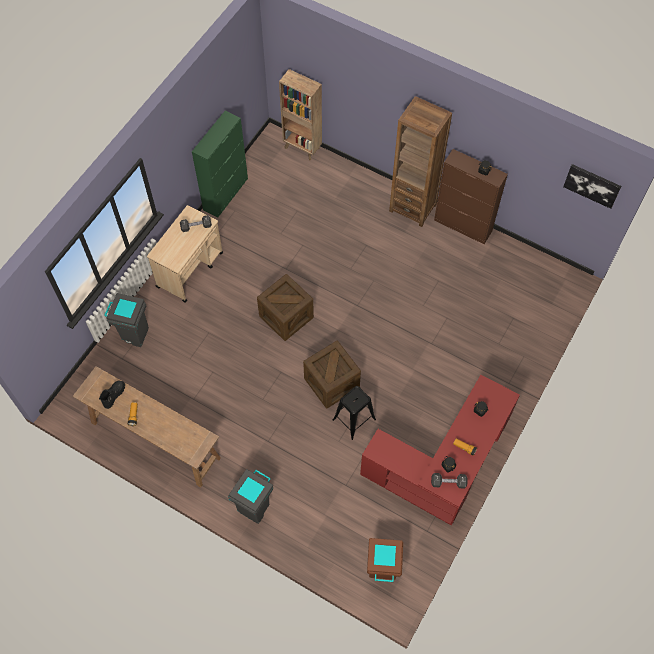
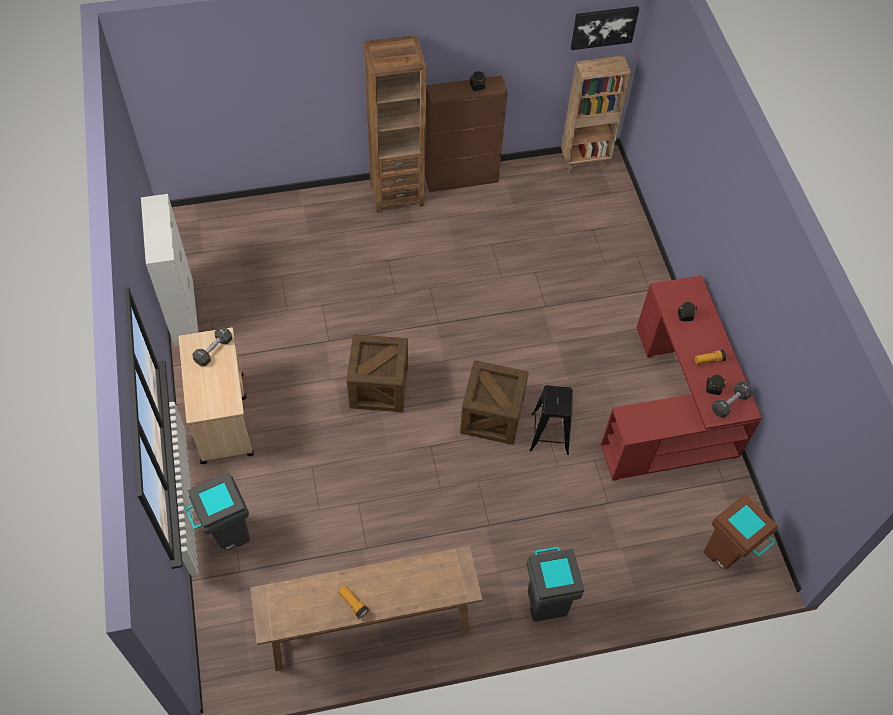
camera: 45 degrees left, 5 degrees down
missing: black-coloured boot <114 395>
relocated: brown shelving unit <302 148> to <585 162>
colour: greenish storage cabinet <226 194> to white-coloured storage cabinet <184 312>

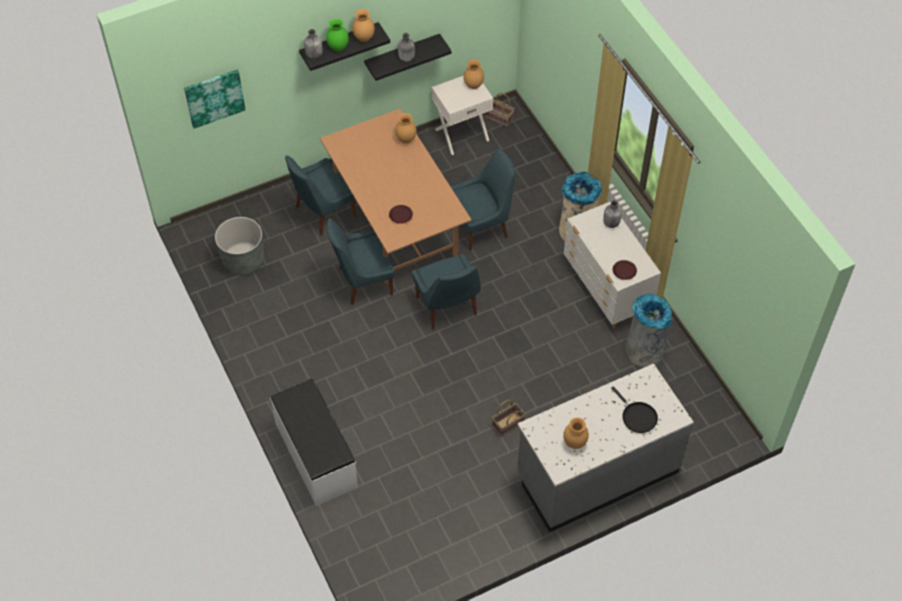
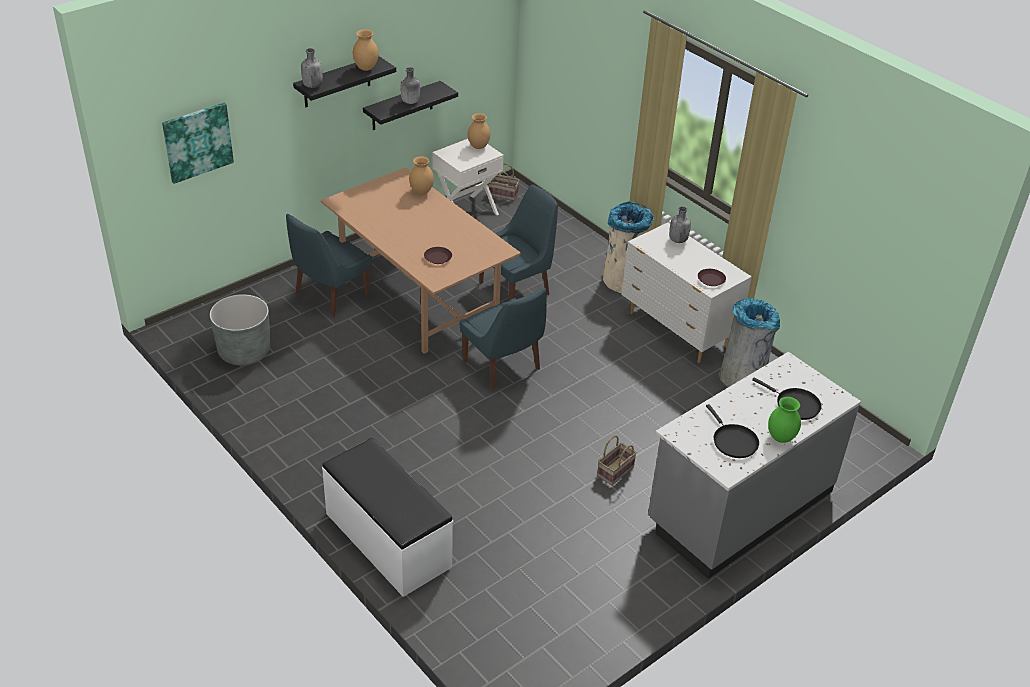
camera: 15 degrees left, 15 degrees down
missing: blue upright chair <363 282>
relocated: greenish flower vase <338 47> to <780 437>
exchanged: brown flower vase <574 443> to black-coloured frying pan <733 441>

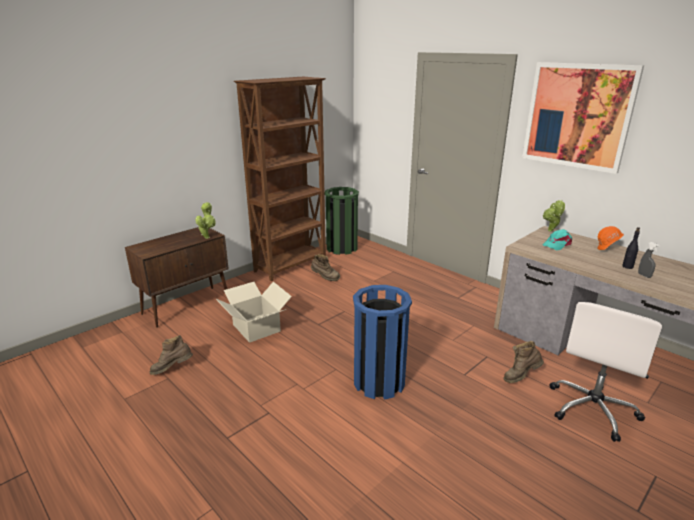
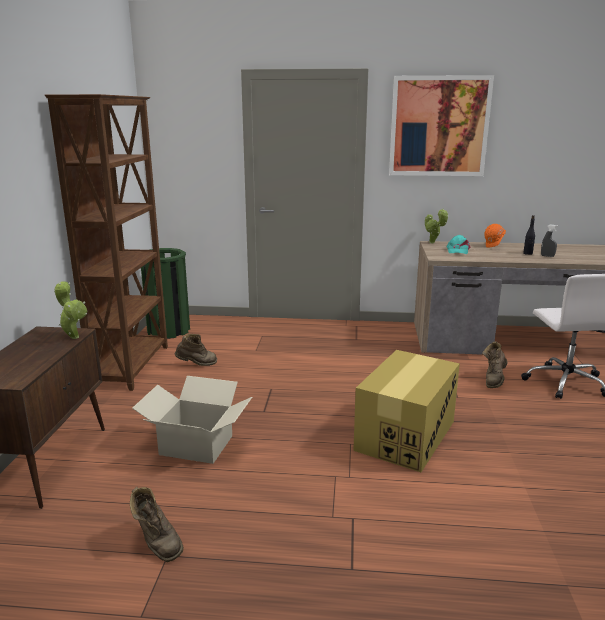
camera: 40 degrees left, 5 degrees down
exchanged: blue trash can <379 382> to carton <405 435>
spun: brown boot <172 369> = <157 542> 75 degrees counterclockwise

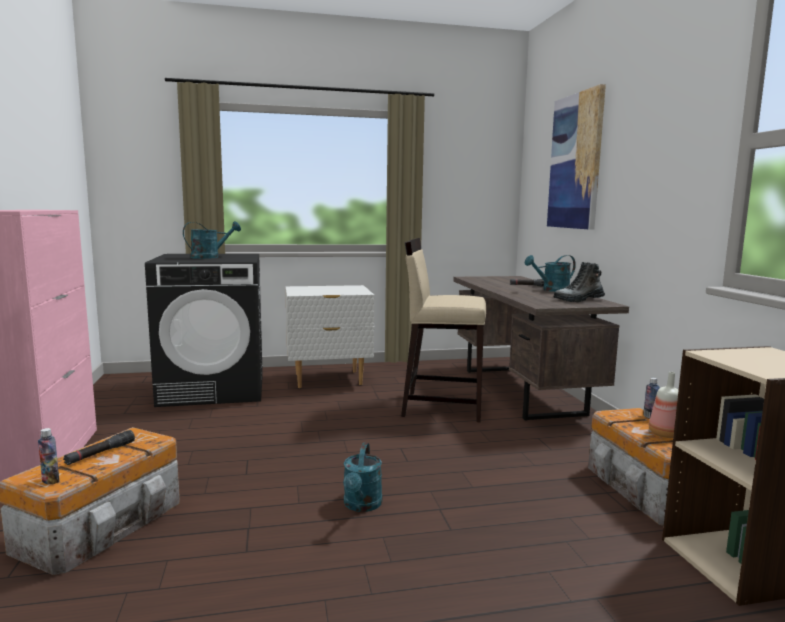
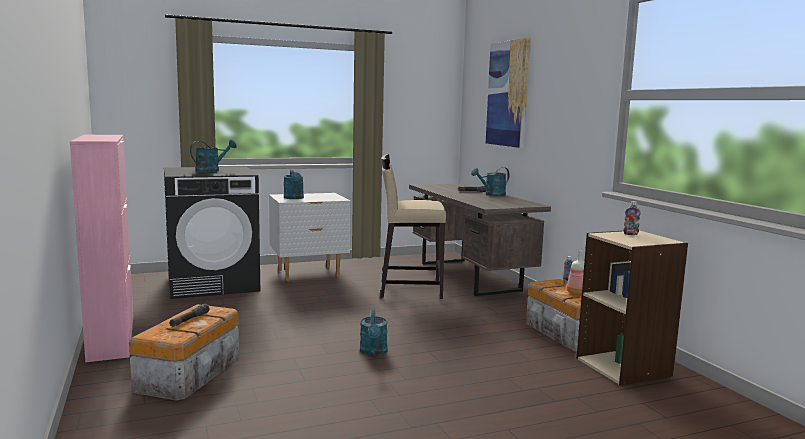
camera: 10 degrees left, 0 degrees up
missing: boot <578 300>
appeared: turquoise watering pot <294 198>
relocated: drink bottle <50 481> to <630 234>

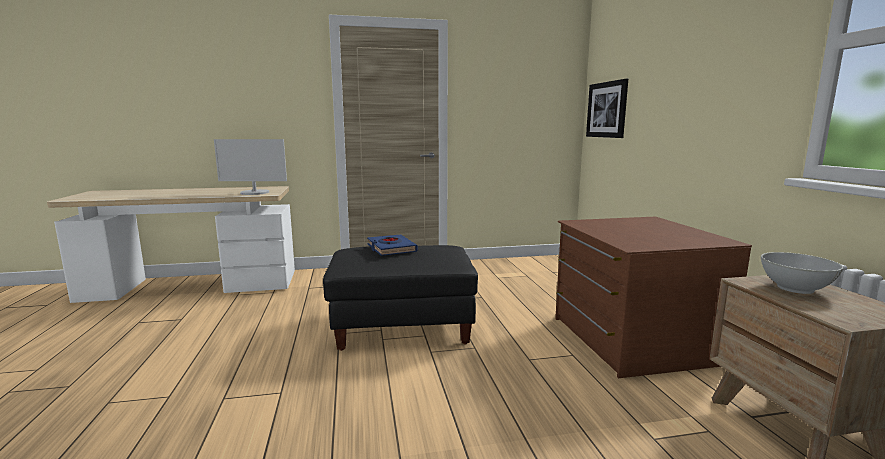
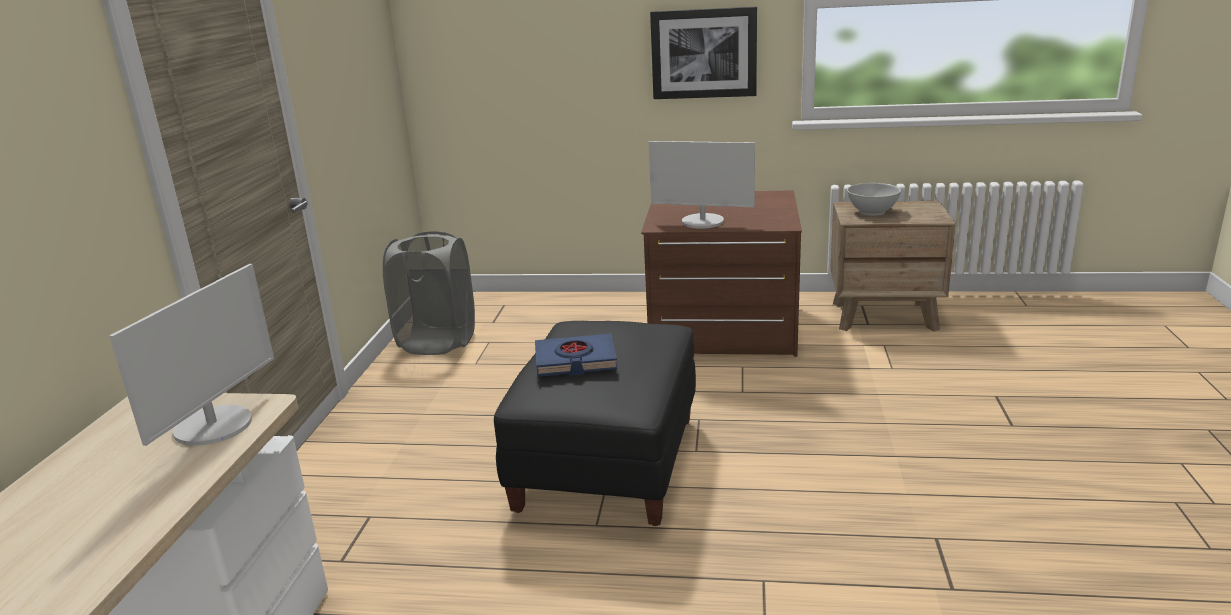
camera: 70 degrees left, 10 degrees up
appeared: gray hamper <437 342>; computer display <703 222>
relocated: picture <607 110> to <704 53>

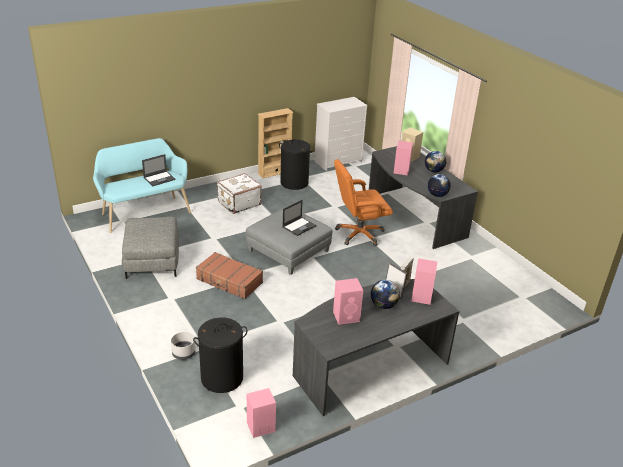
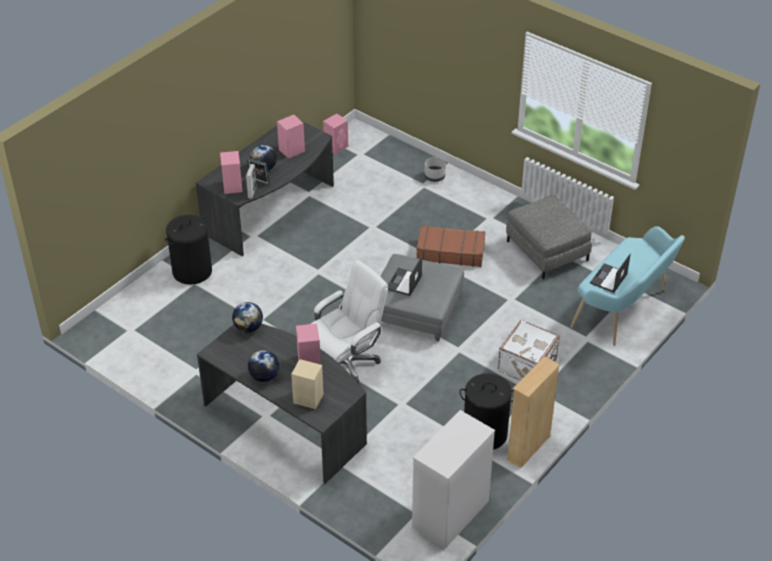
camera: 160 degrees right, 10 degrees up
relocated: black-coloured hamper <222 378> to <192 271>
colour: orange office chair <359 234> to white-coloured office chair <346 363>

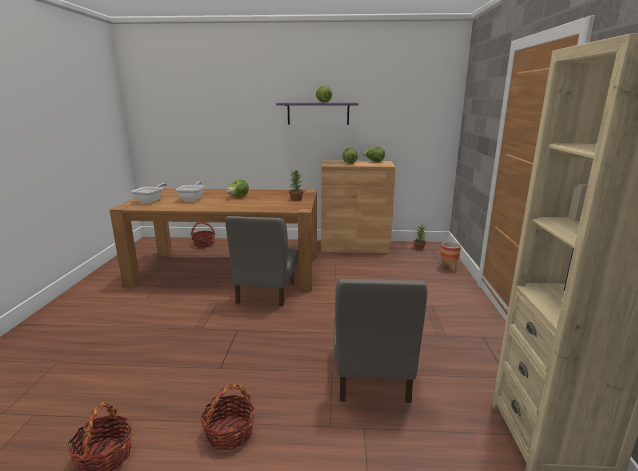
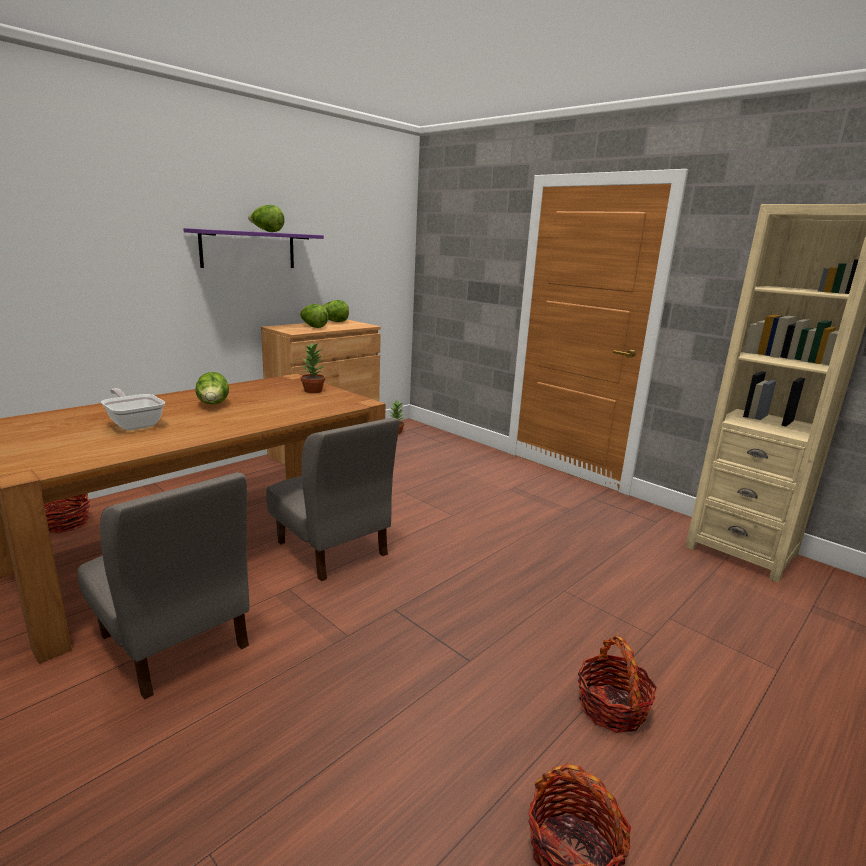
camera: 50 degrees left, 0 degrees up
missing: frying pan <151 200>; planter <448 268>
relocated: gray upright chair <372 376> to <174 641>

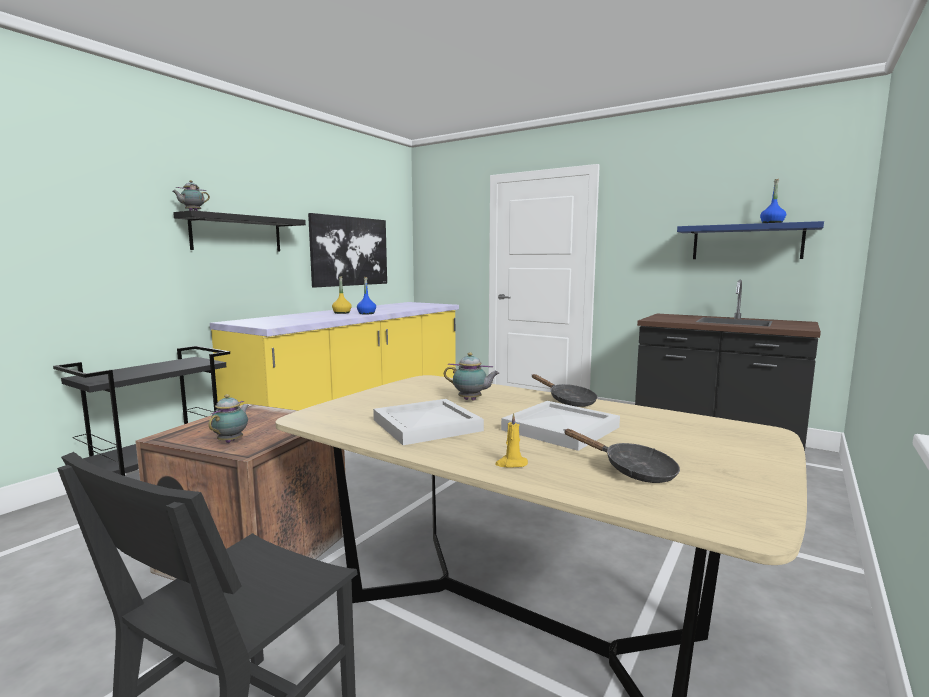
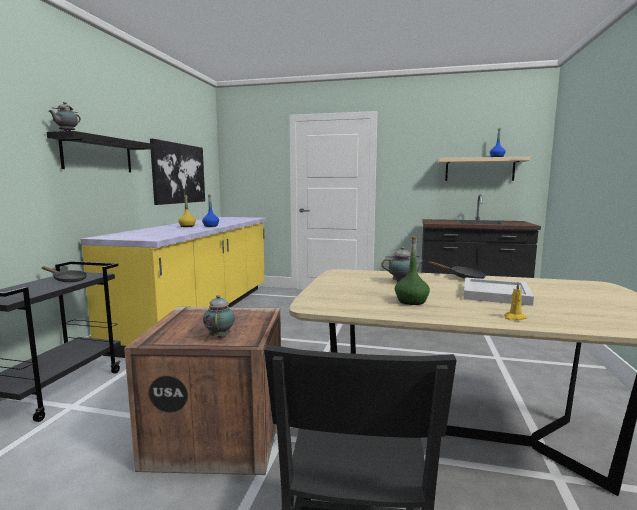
camera: 20 degrees left, 0 degrees up
relocated: black-coloured frying pan <632 470> to <67 280>
exchanged: white-coloured serving tray <428 425> to greenish drink bottle <411 301>
colour: blue wall shelf <746 242> to sand-coloured wall shelf <479 169>

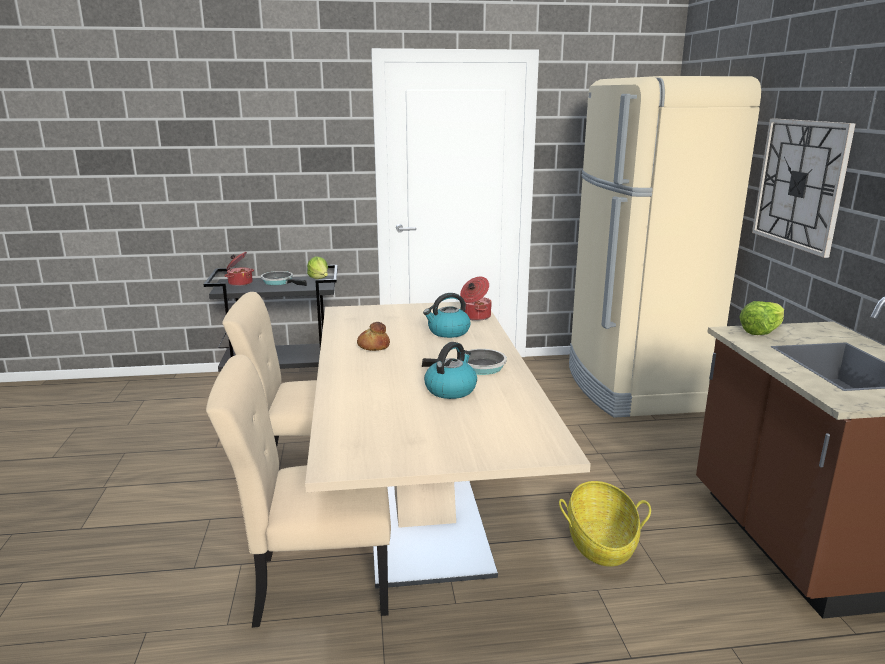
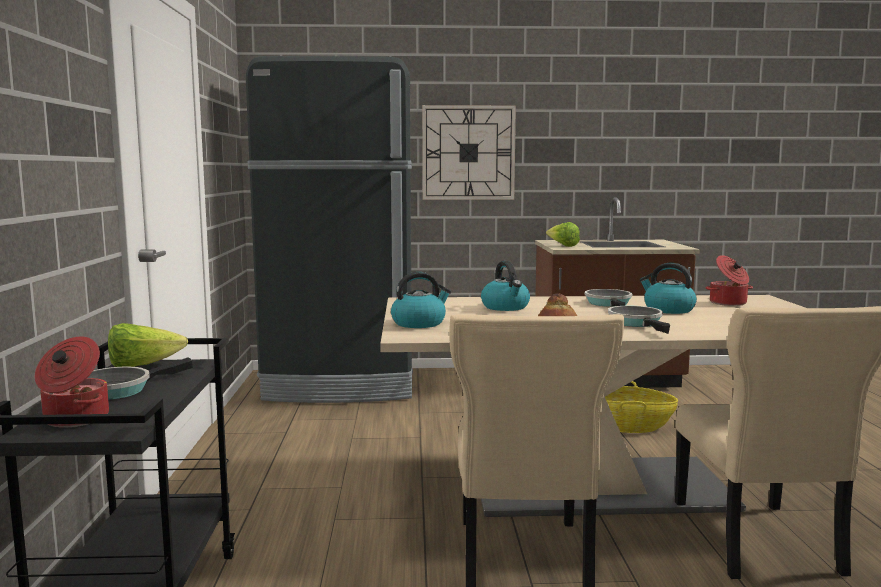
camera: 85 degrees left, 10 degrees down
appeared: tea kettle <419 323>; frying pan <637 323>
relocated: stockpot <475 316> to <728 303>
colour: sand-coloured kitchen fridge <633 387> to black-coloured kitchen fridge <342 385>

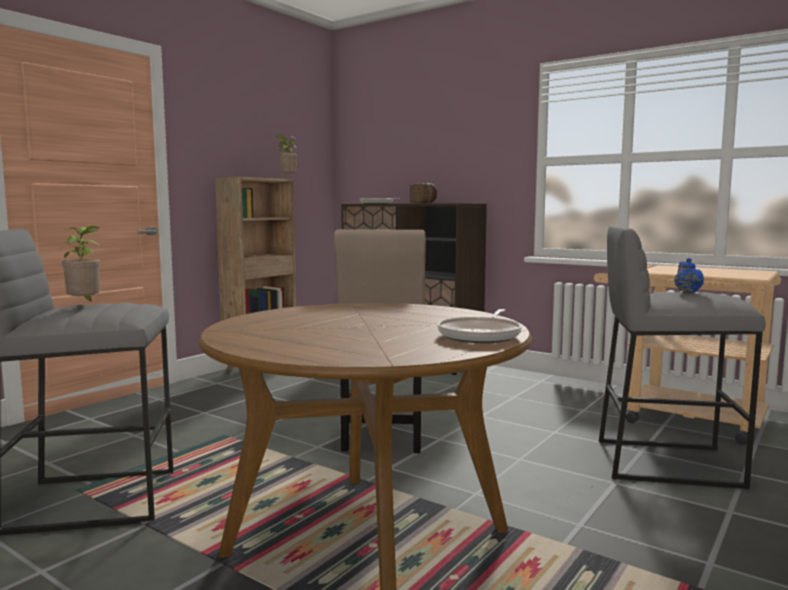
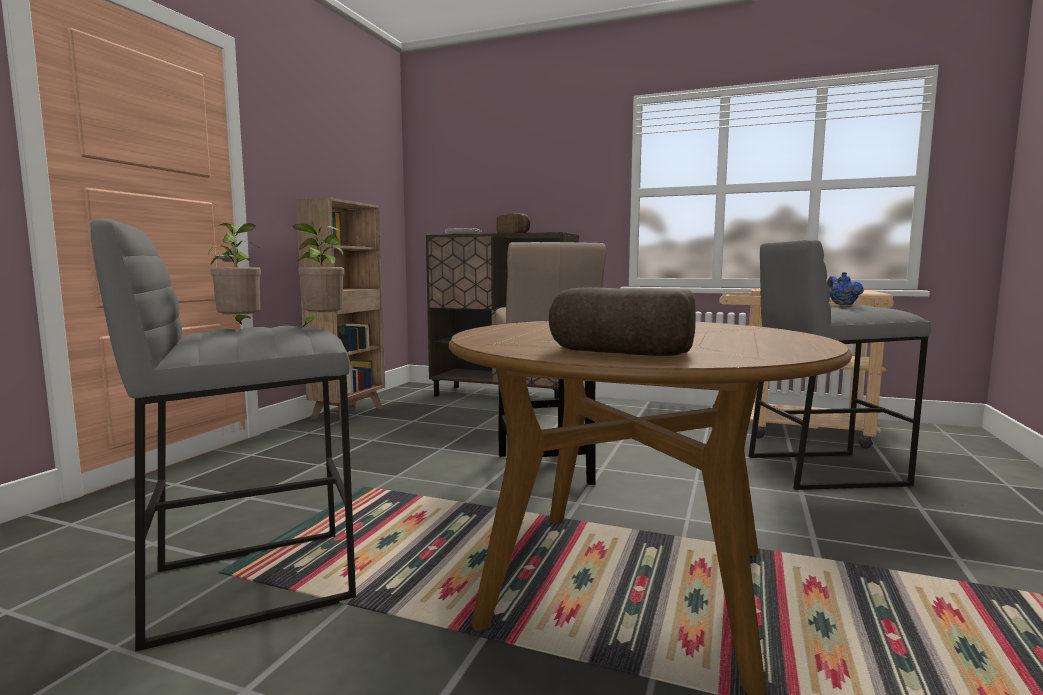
camera: 15 degrees left, 0 degrees up
missing: frying pan <481 336>
appeared: baked bread <618 353>
relocated: plant in a pot <287 178> to <321 326>

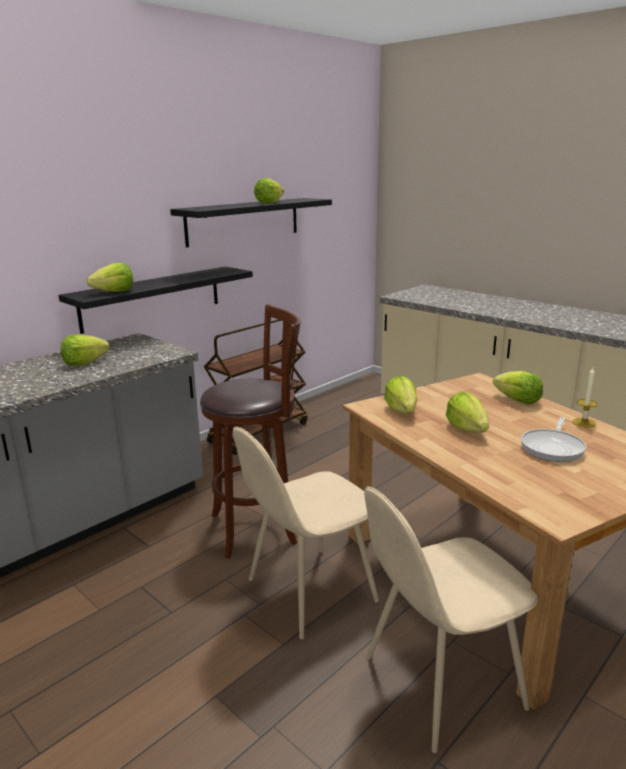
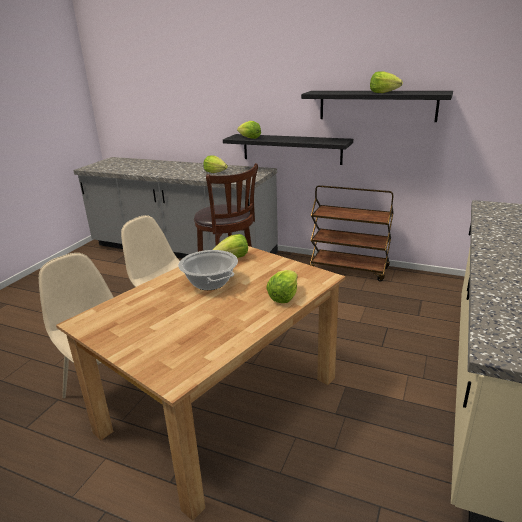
camera: 70 degrees right, 5 degrees up
missing: frying pan <553 447>; wax candle <584 423>
exchanged: head of lettuce <467 429> to stockpot <210 283>

